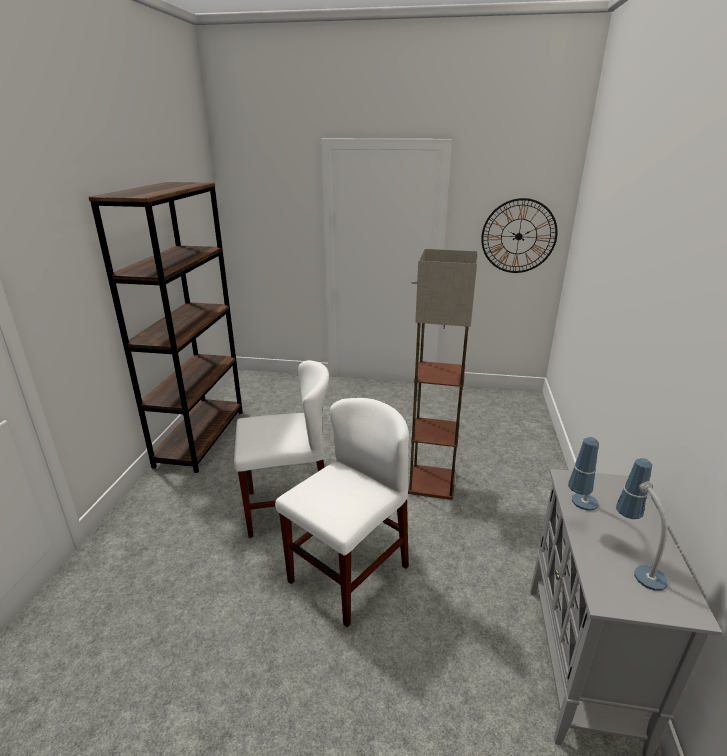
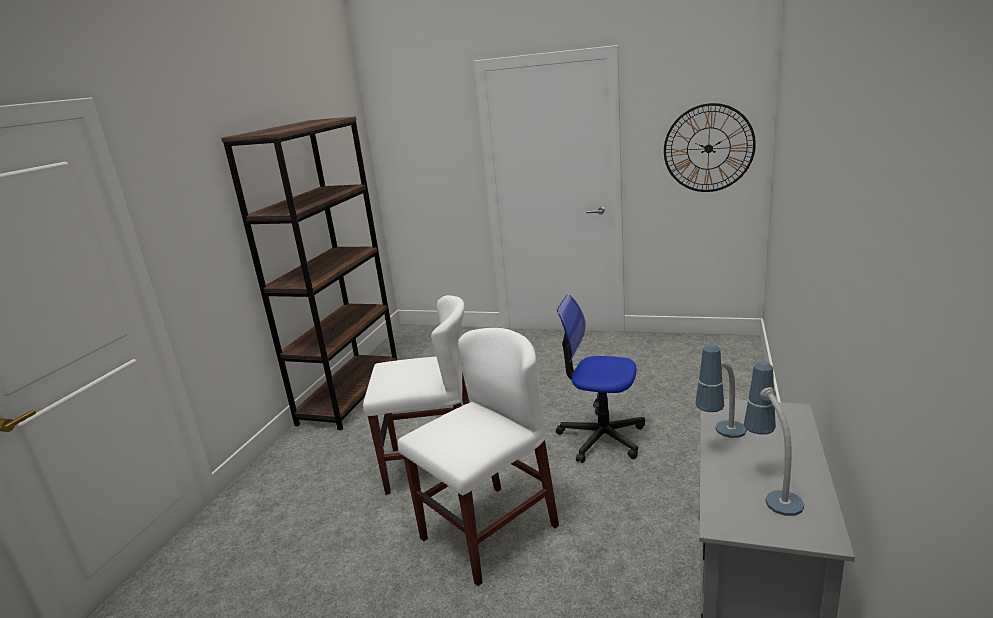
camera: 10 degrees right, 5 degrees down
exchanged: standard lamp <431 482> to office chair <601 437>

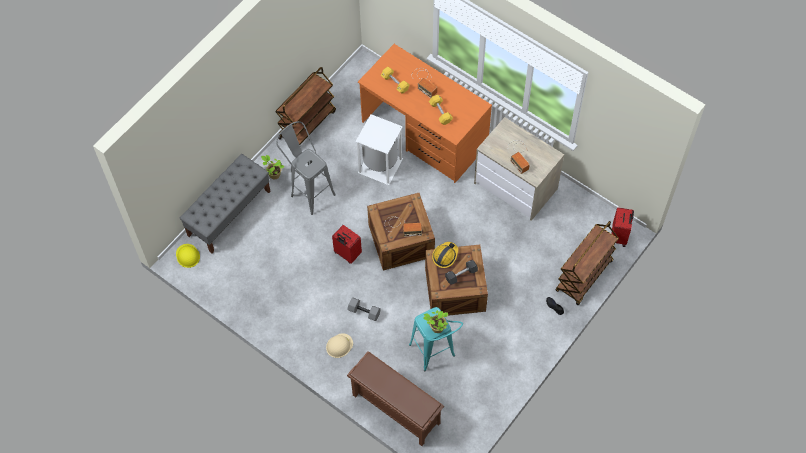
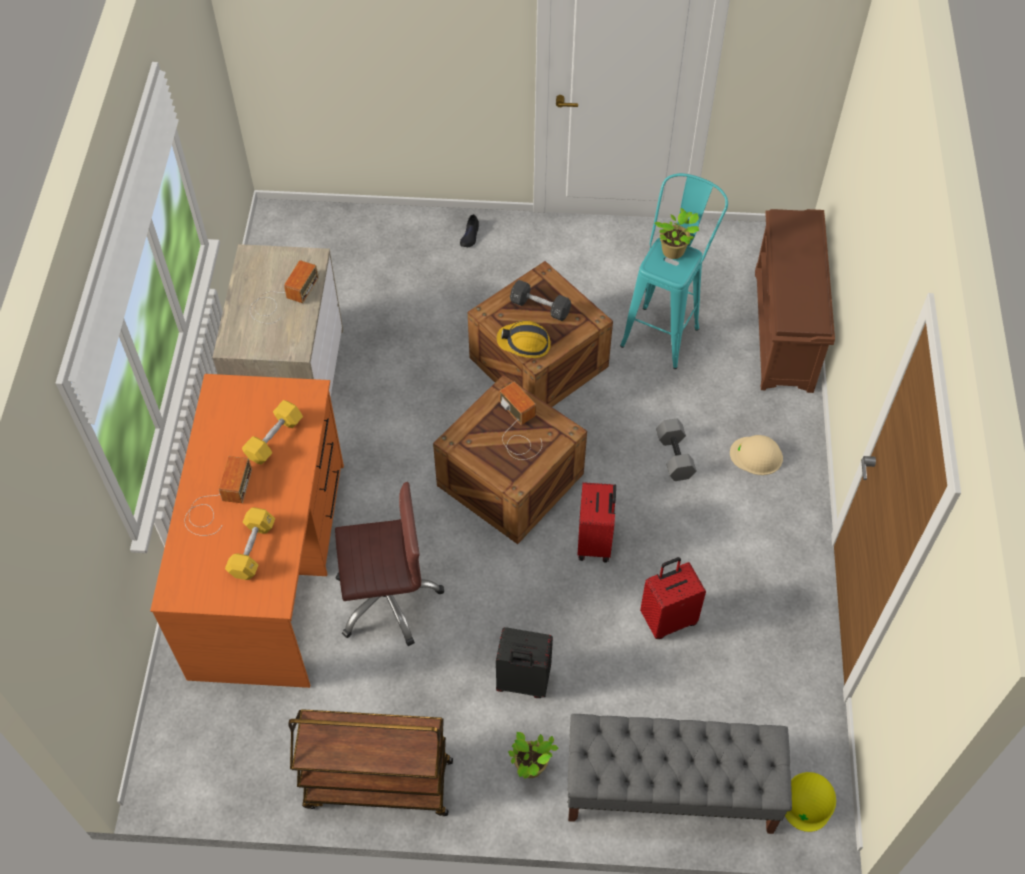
camera: 125 degrees left, 5 degrees down
missing: brown cart <584 276>
relocated: red suitcase <619 236> to <668 618>
exchanged: white-coloured trash can <379 166> to brown office chair <387 598>; gray stool <308 191> to black-coloured suitcase <522 682>

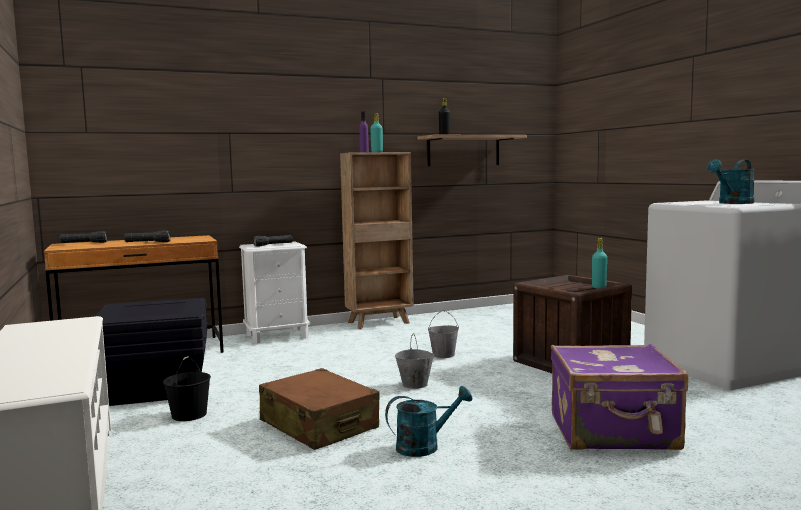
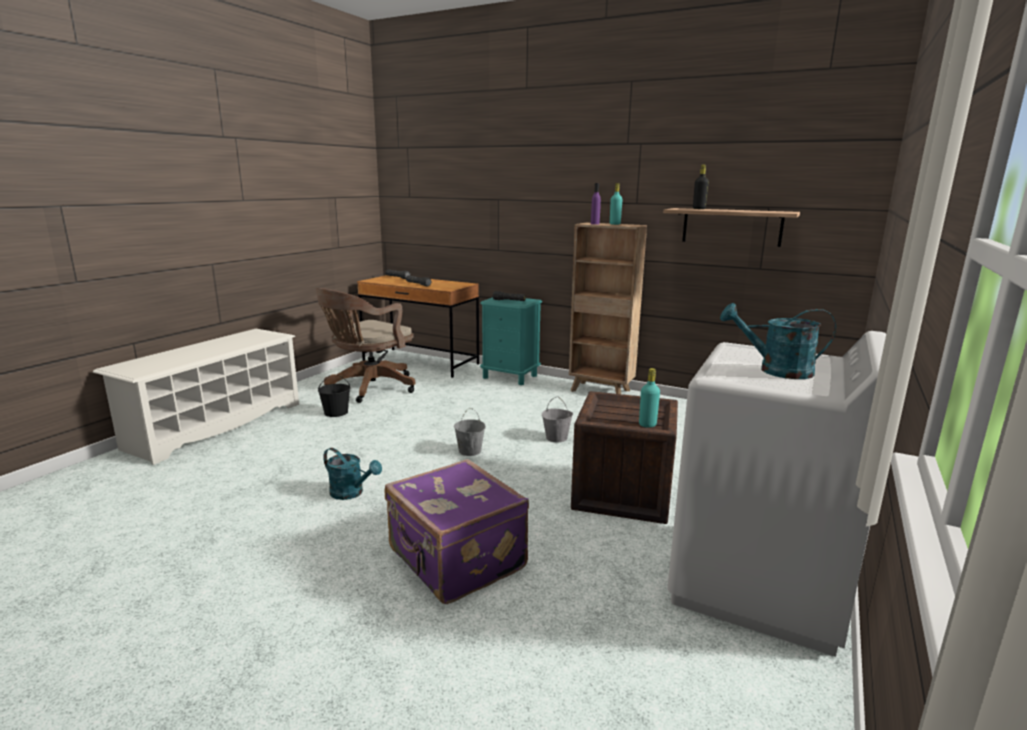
camera: 50 degrees right, 10 degrees up
missing: brown suitcase <319 425>
exchanged: black-coloured storage container <154 387> to brown office chair <369 388>
colour: white-coloured night table <277 336> to turquoise night table <510 376>

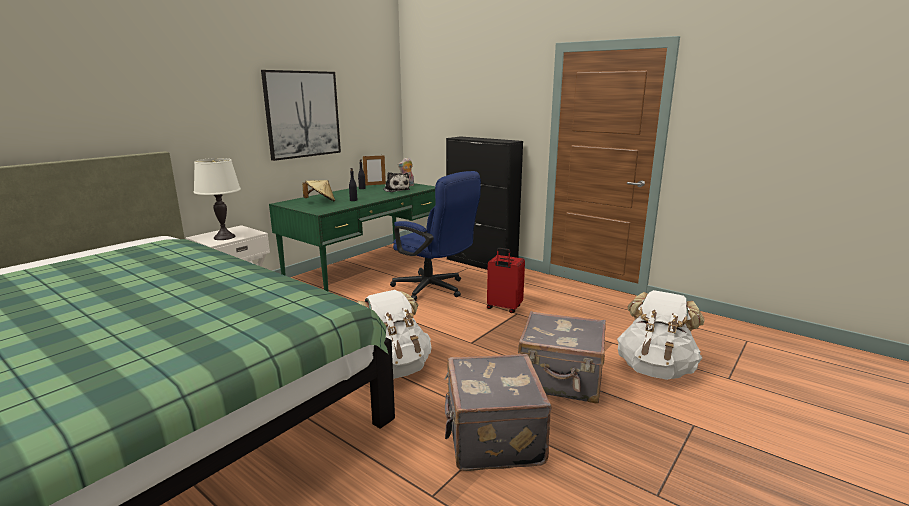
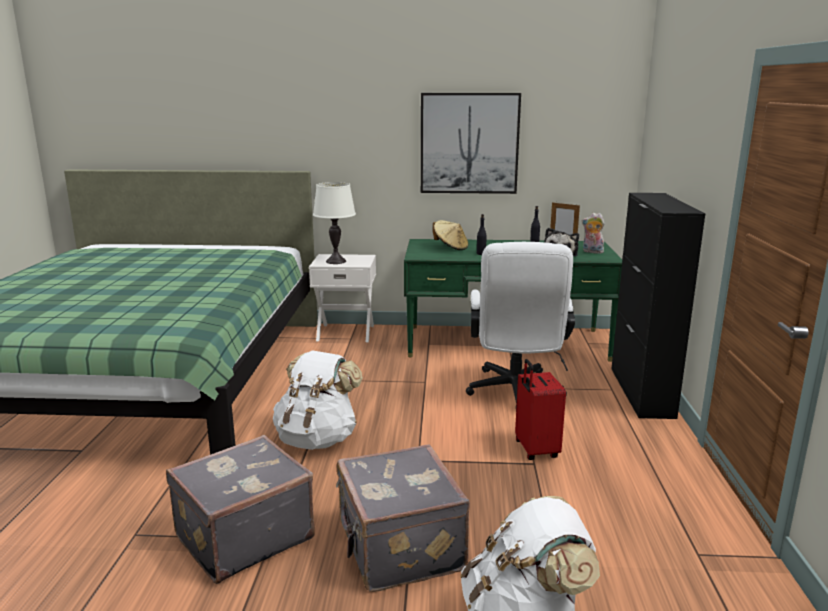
camera: 55 degrees right, 0 degrees up
colour: blue office chair <434 289> to white-coloured office chair <515 394>

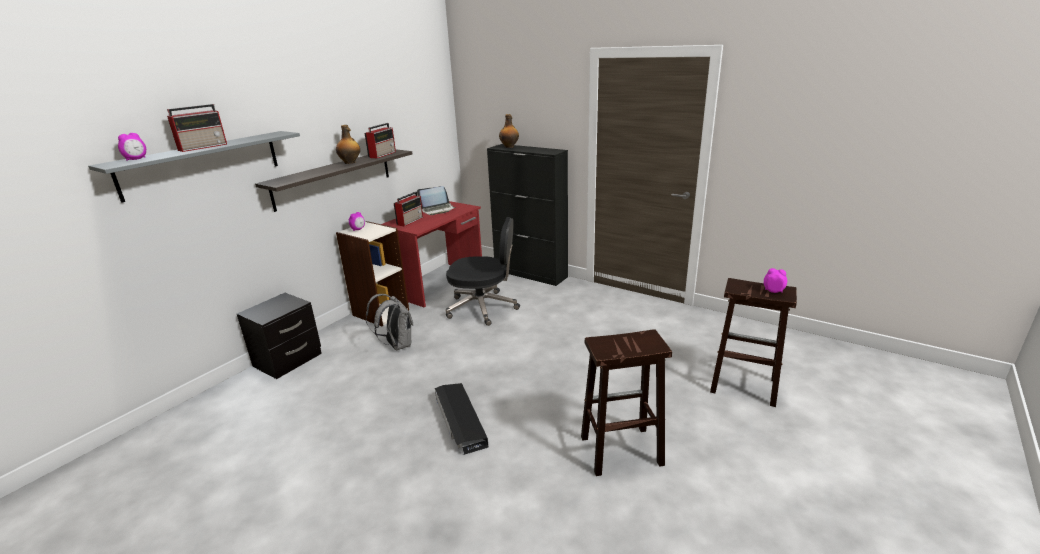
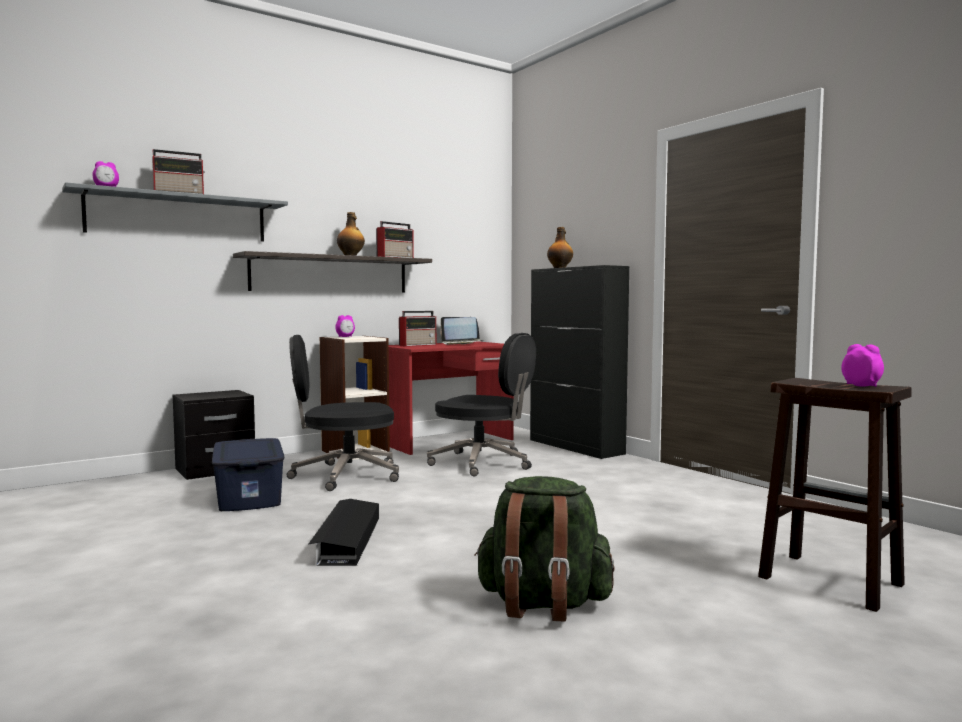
camera: 20 degrees right, 20 degrees down
appeared: blue storage container <250 495>
exchanged: gray backpack <397 345> to black-coloured office chair <344 475>; brown stool <620 451> to greenish backpack <543 604>

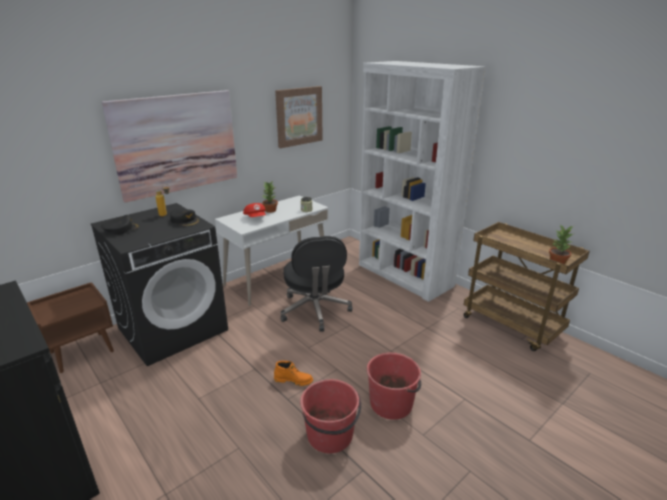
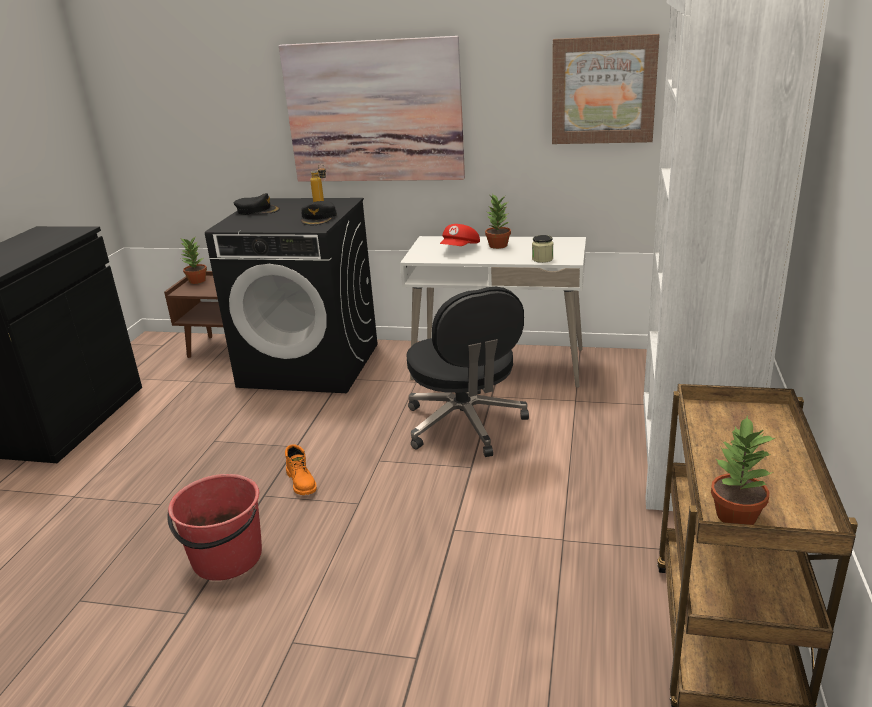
camera: 55 degrees right, 0 degrees up
missing: red water bucket <391 403>
appeared: plant in a pot <197 281>
spun: black-coloured office chair <315 310> = <465 425> 60 degrees counterclockwise

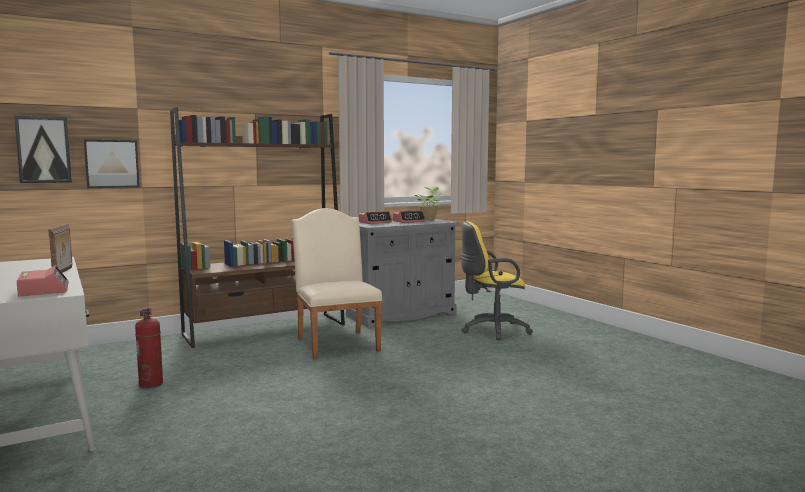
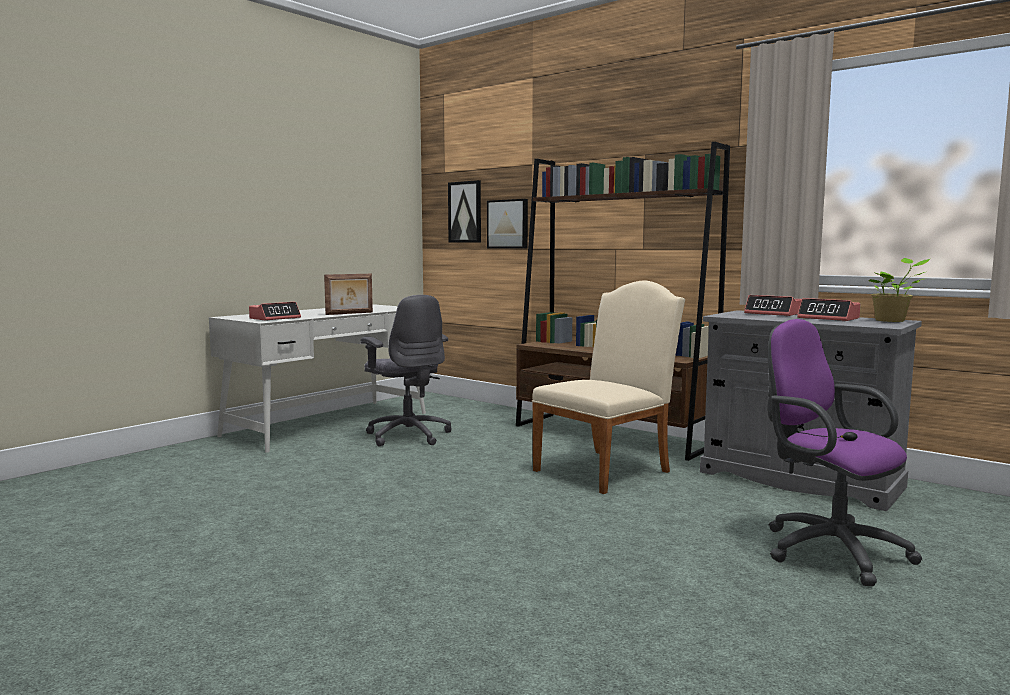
camera: 70 degrees right, 0 degrees up
exchanged: extinguisher <151 384> to gray office chair <408 436>
colour: yellowish office chair <491 331> to purple office chair <827 550>

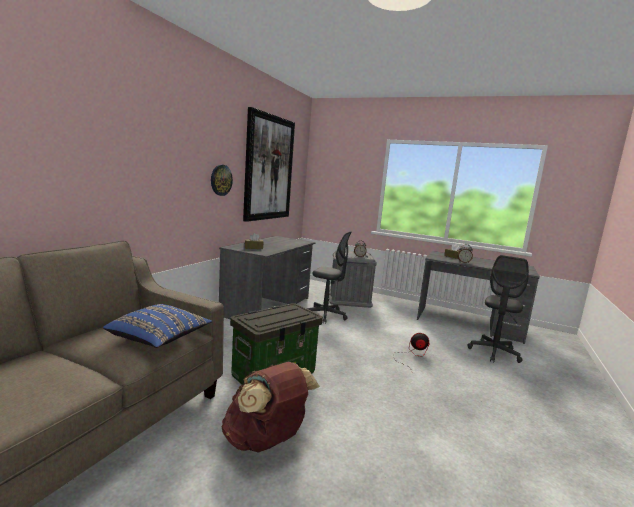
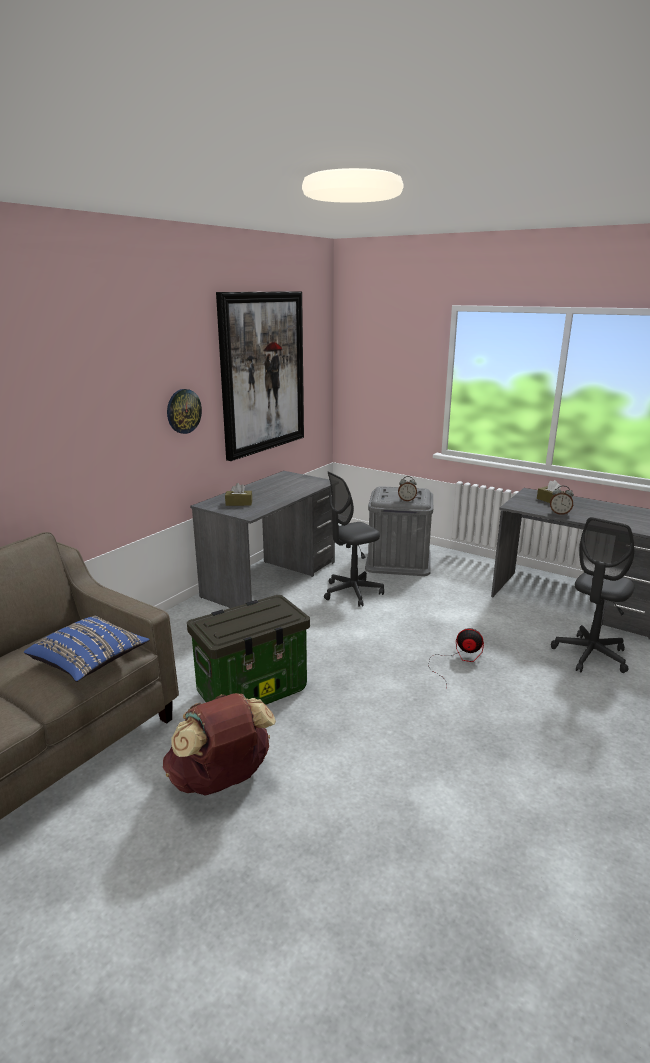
camera: 10 degrees right, 10 degrees up
spun: gray office chair <326 315> = <352 592> 120 degrees clockwise

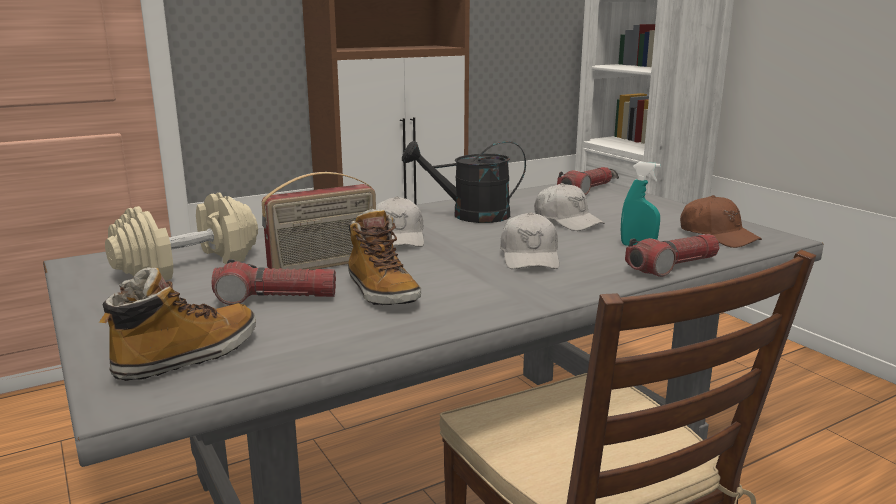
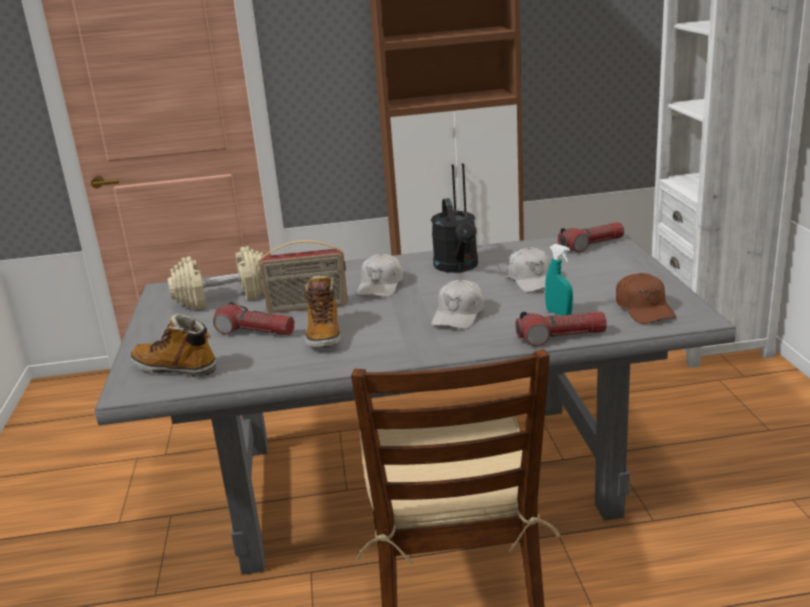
camera: 25 degrees right, 5 degrees up
spun: boot <188 356> = <176 368> 135 degrees counterclockwise; black-coloured watering pot <470 215> = <458 267> 120 degrees counterclockwise

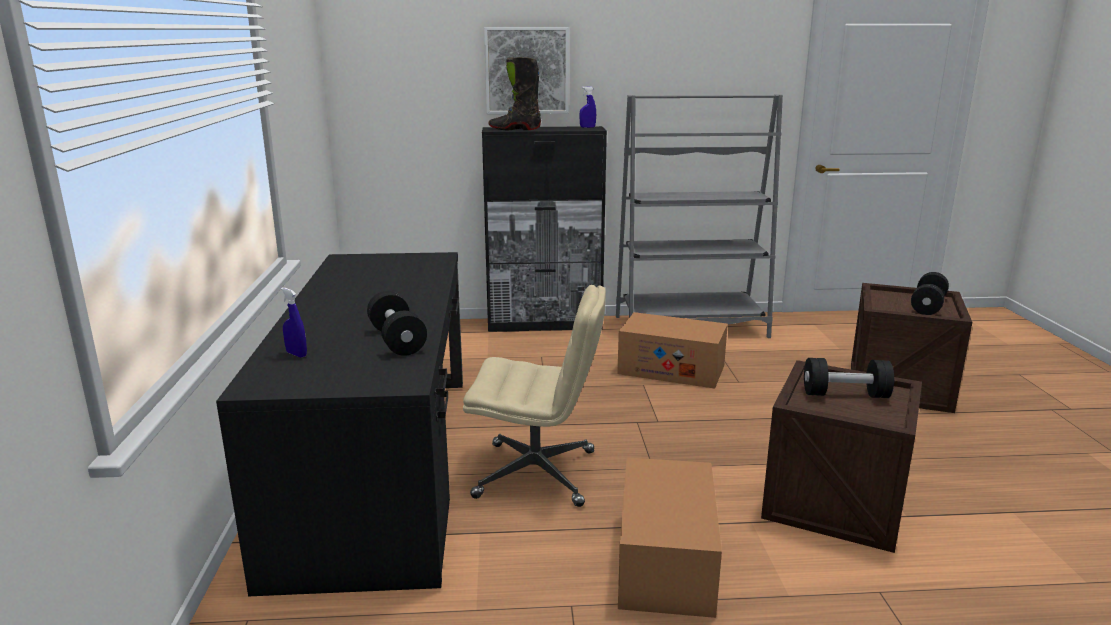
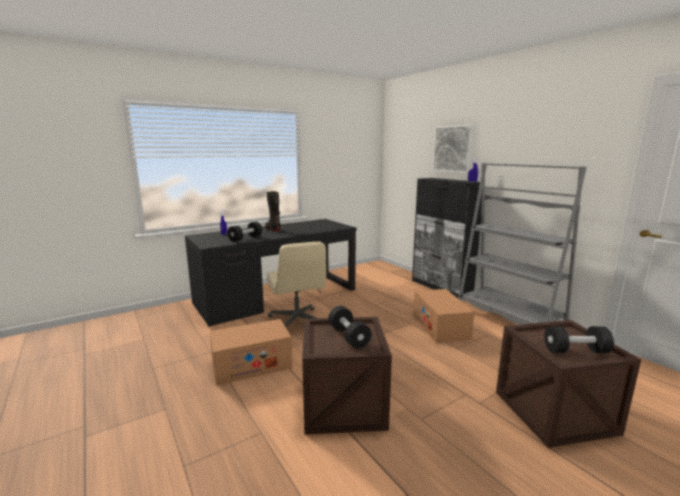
camera: 60 degrees right, 5 degrees down
relocated: black-coloured boot <514 129> to <273 229>

